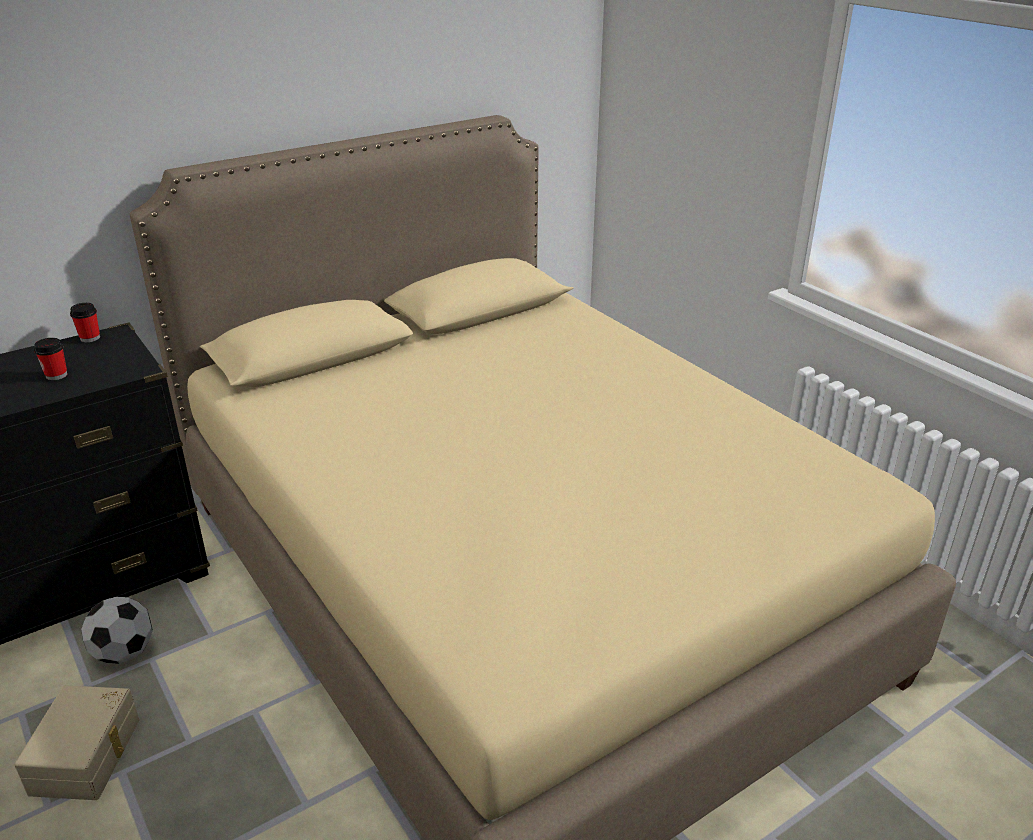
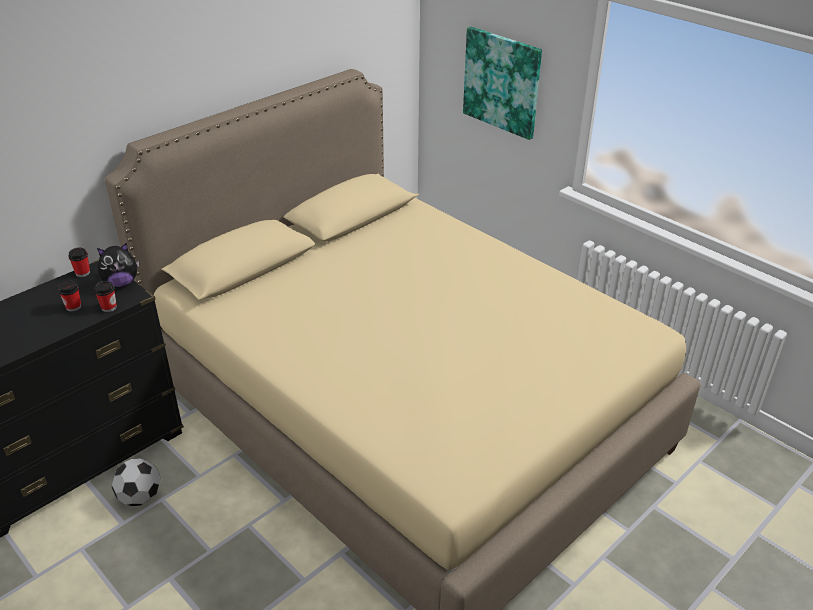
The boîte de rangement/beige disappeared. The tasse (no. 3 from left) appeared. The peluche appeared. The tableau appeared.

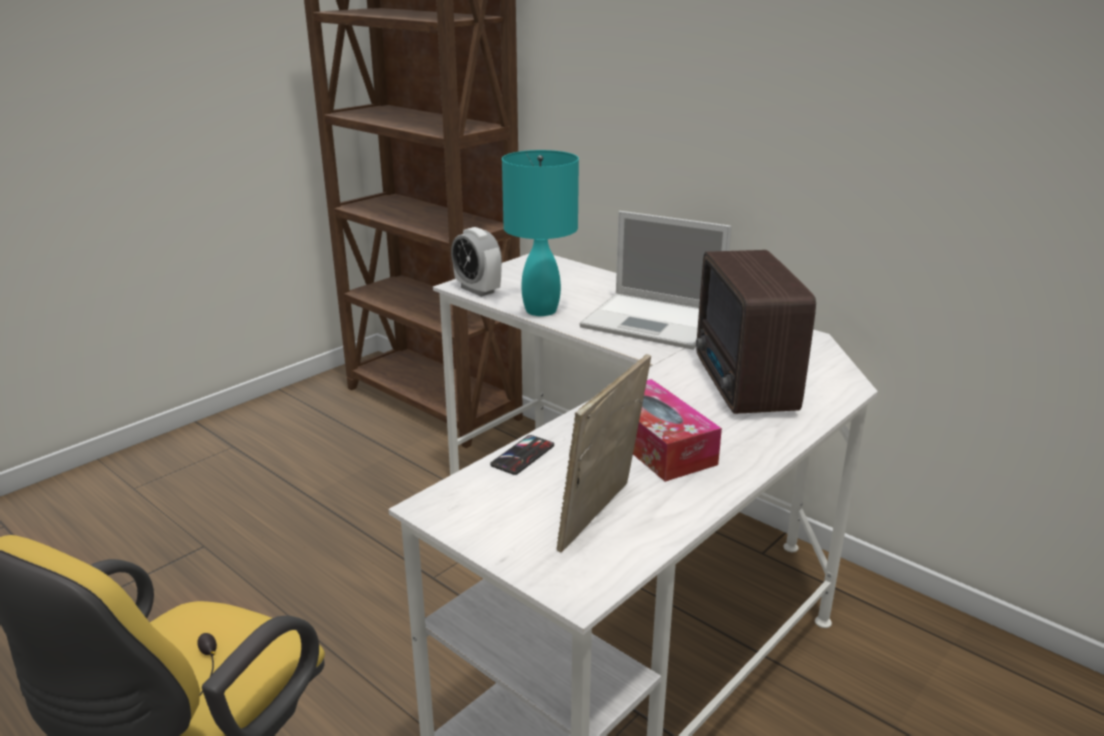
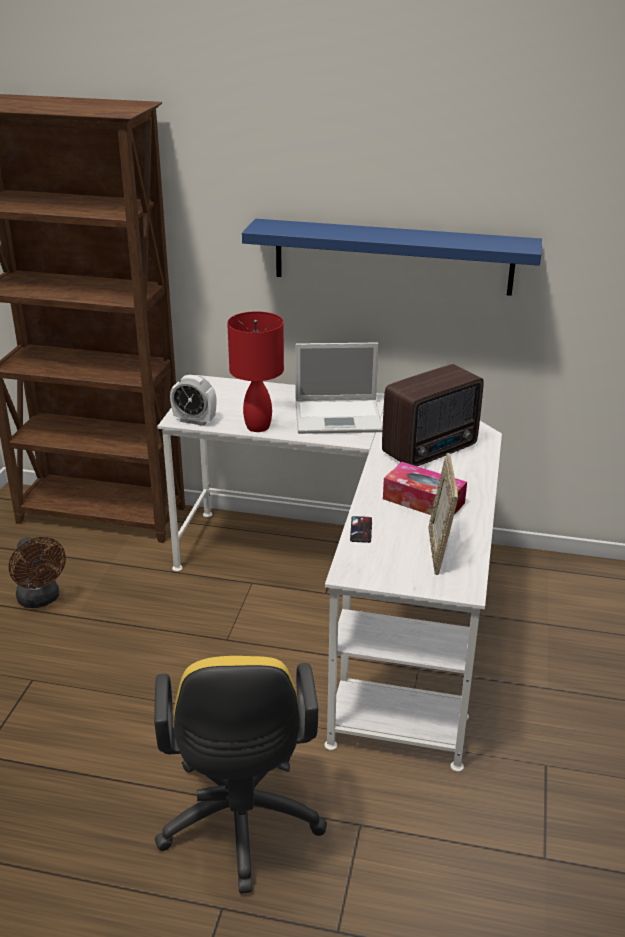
The lampe de table/turquoise became the lampe de table/rouge. The radio turned 90 degrees counterclockwise. The ventilateur/marron appeared. The étagère/bleu appeared.

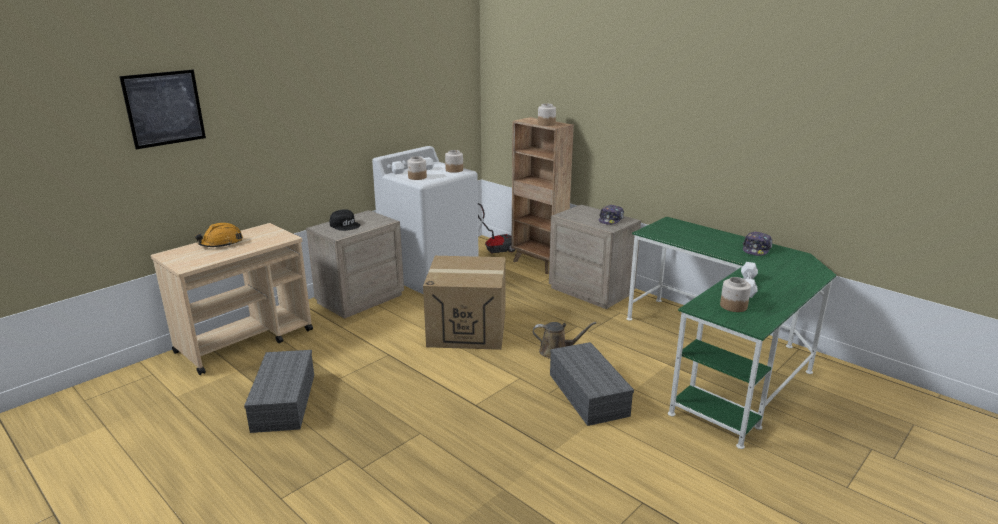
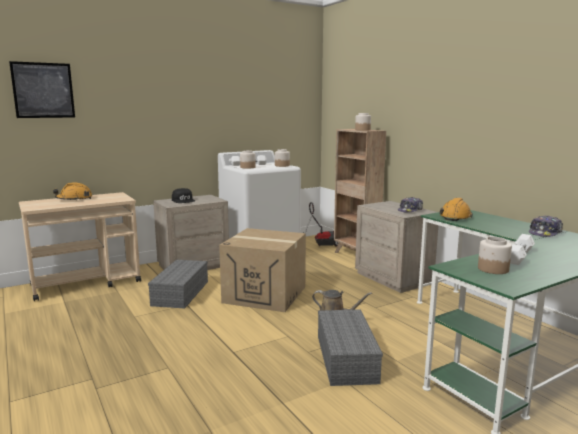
The boîte de rangement/gris (no. 1 from left) moved. The casque de chantier/orange (no. 2 from left) appeared.

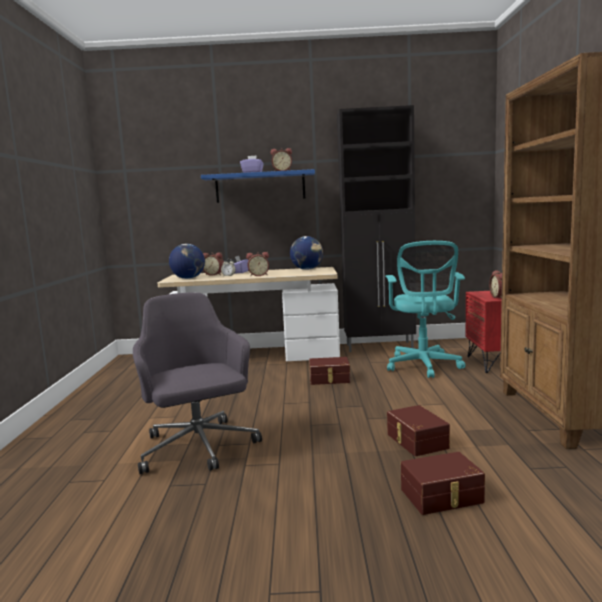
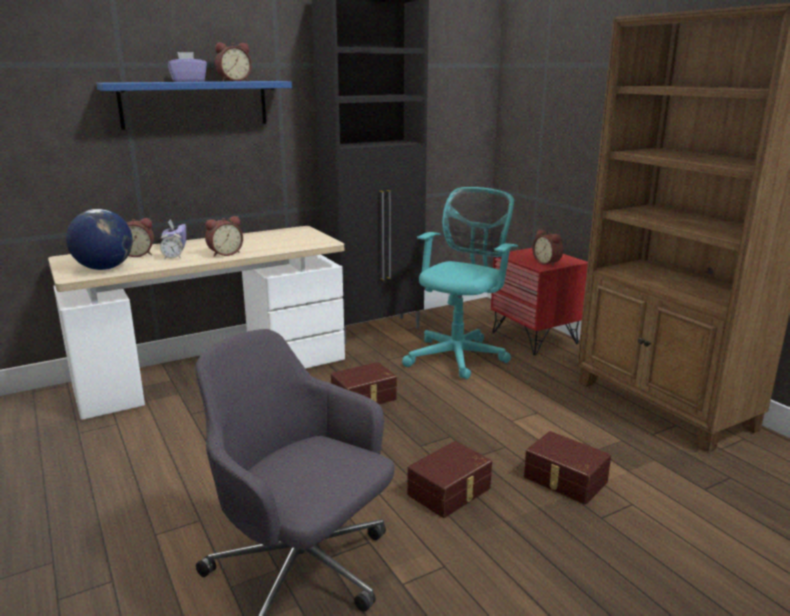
The globe (no. 2 from left) disappeared. The chaise de bureau/turquoise turned 120 degrees counterclockwise. The boîte de rangement/marron (no. 3 from left in the first image) moved.

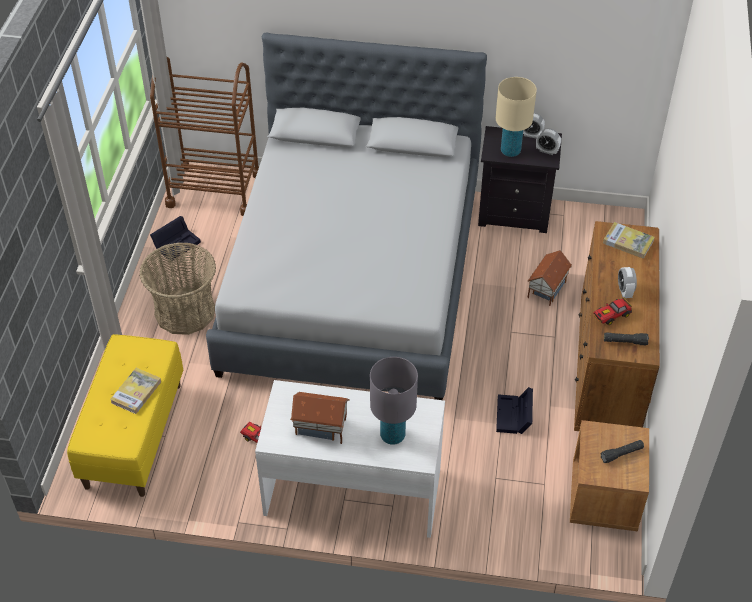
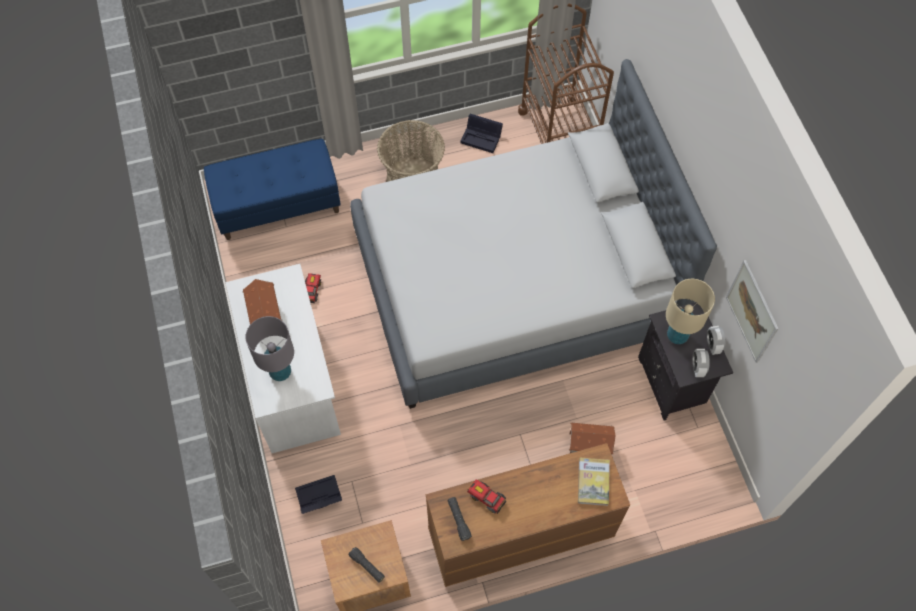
The banc/jaune became the banc/bleu. The livre (no. 1 from left) disappeared. The boîte de rangement/noir (no. 2 from left in the first image) moved. The réveil (no. 3 from left) disappeared. The tableau appeared.

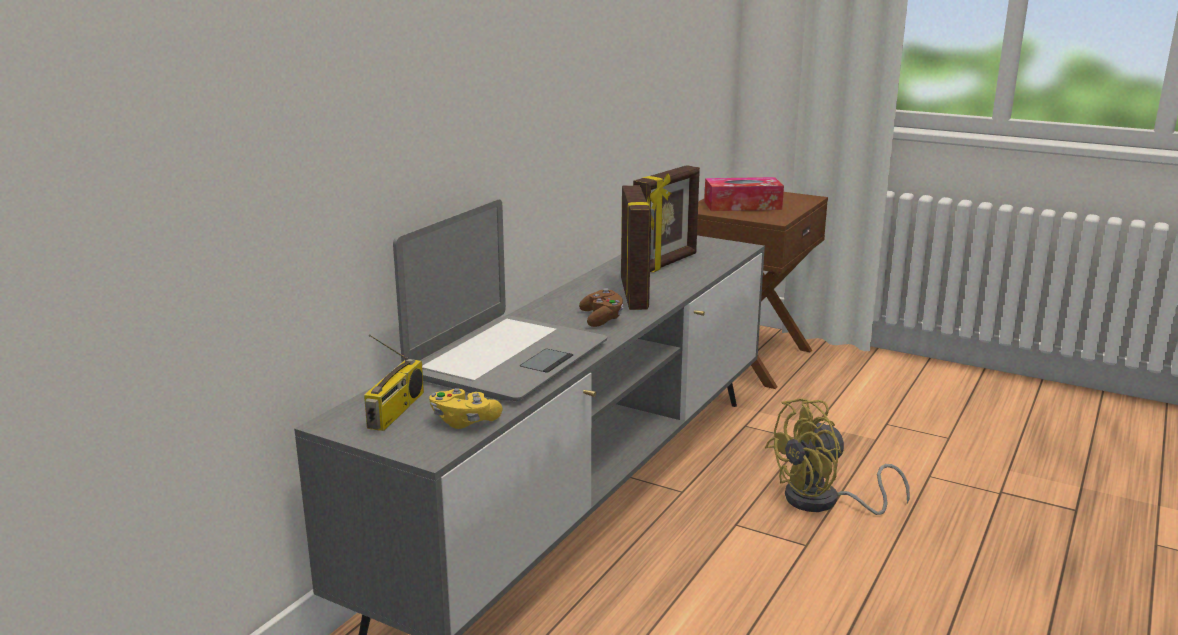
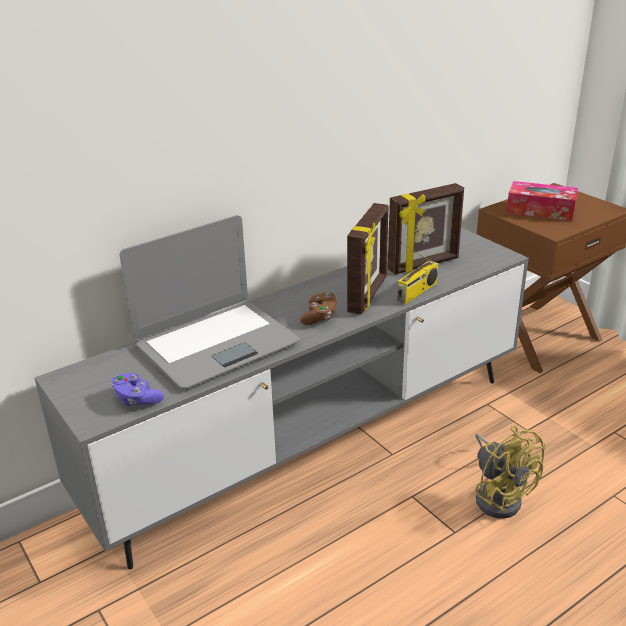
The radio moved. The manette/jaune became the manette/violet. The ventilateur/jaune turned 120 degrees counterclockwise.

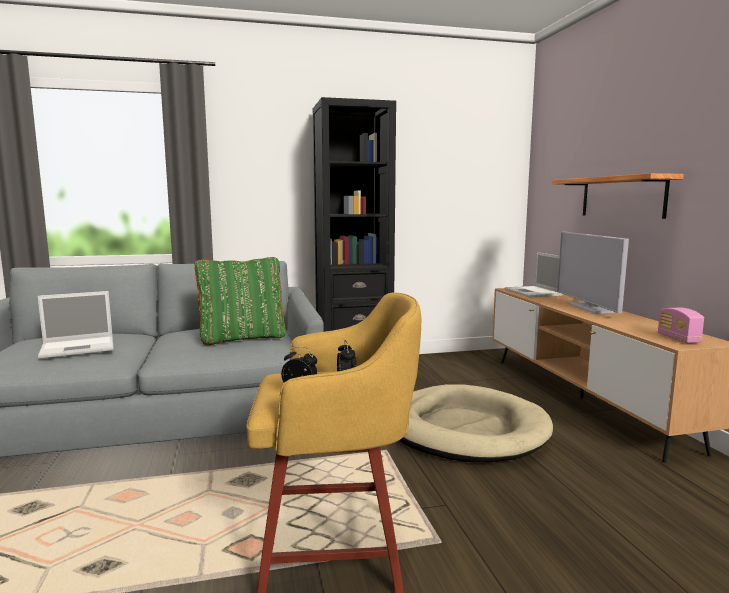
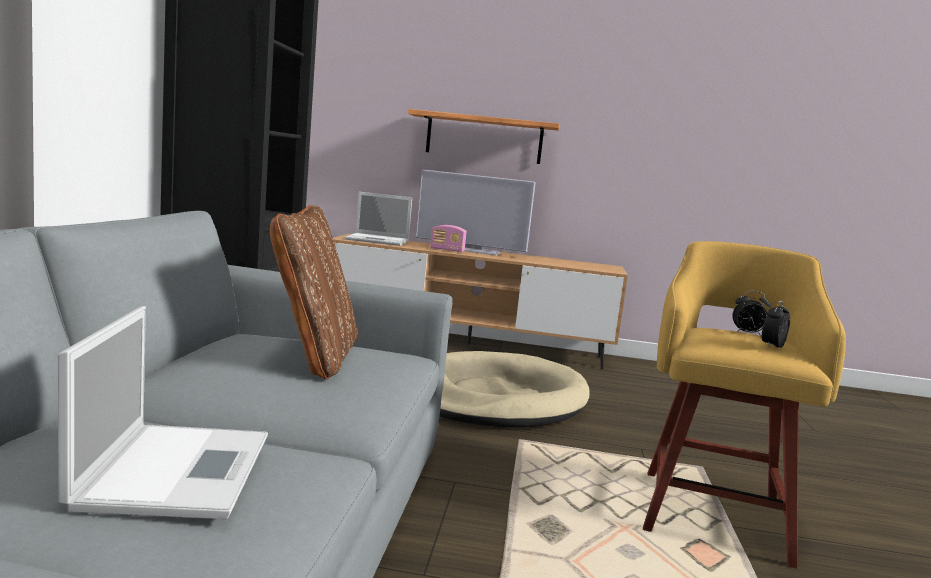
The coussin/vert became the coussin/marron. The radio moved.

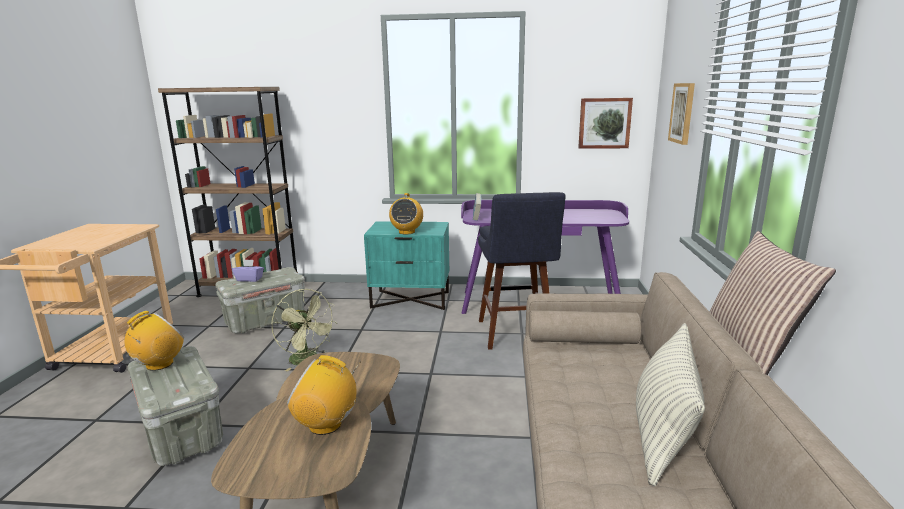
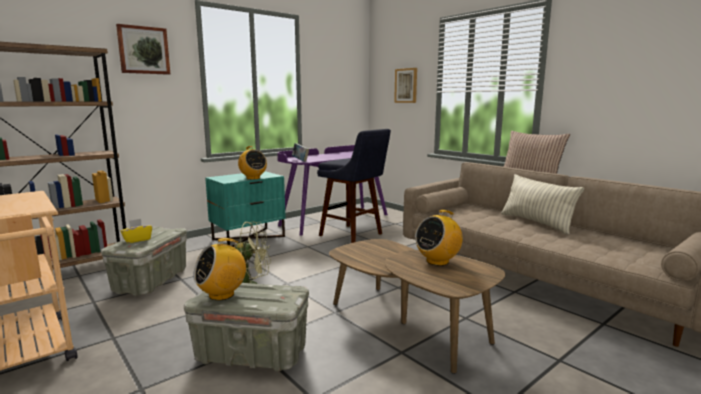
The radio (no. 1 from left) turned 120 degrees counterclockwise. The boîte à mouchoirs/violet became the boîte à mouchoirs/jaune. The tableau (no. 1 from left) moved.

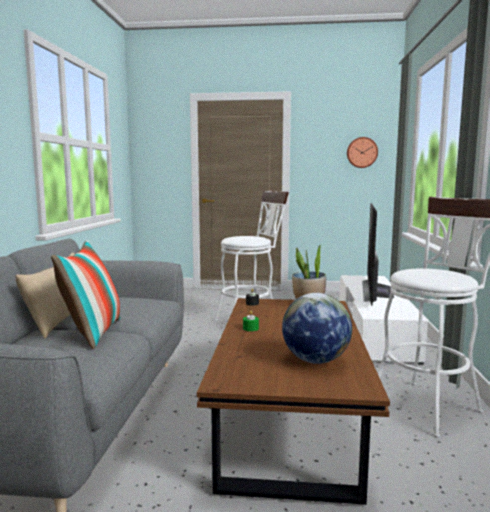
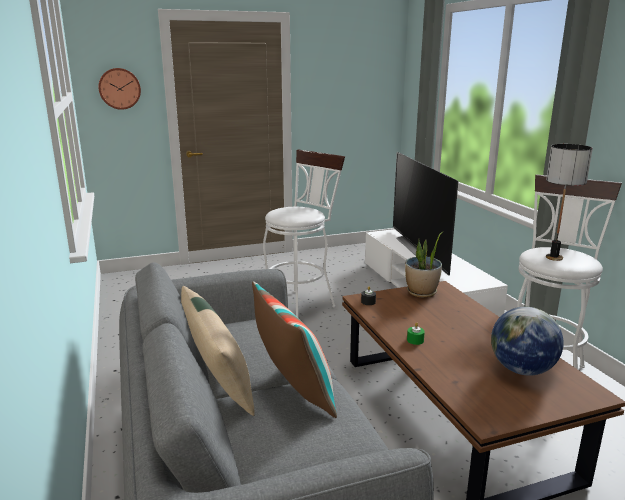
The horloge murale moved. The lampe de table appeared.

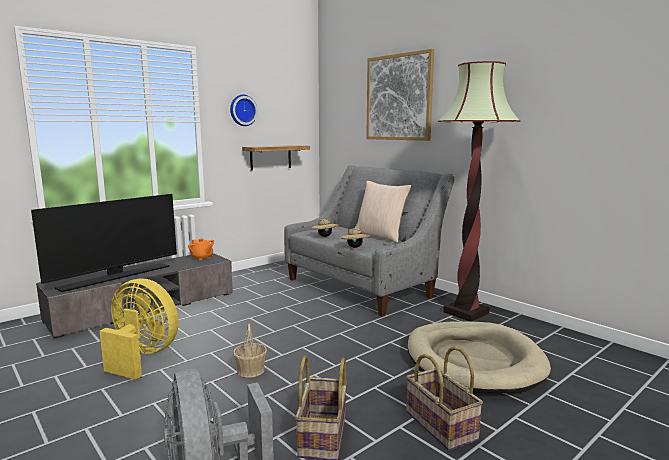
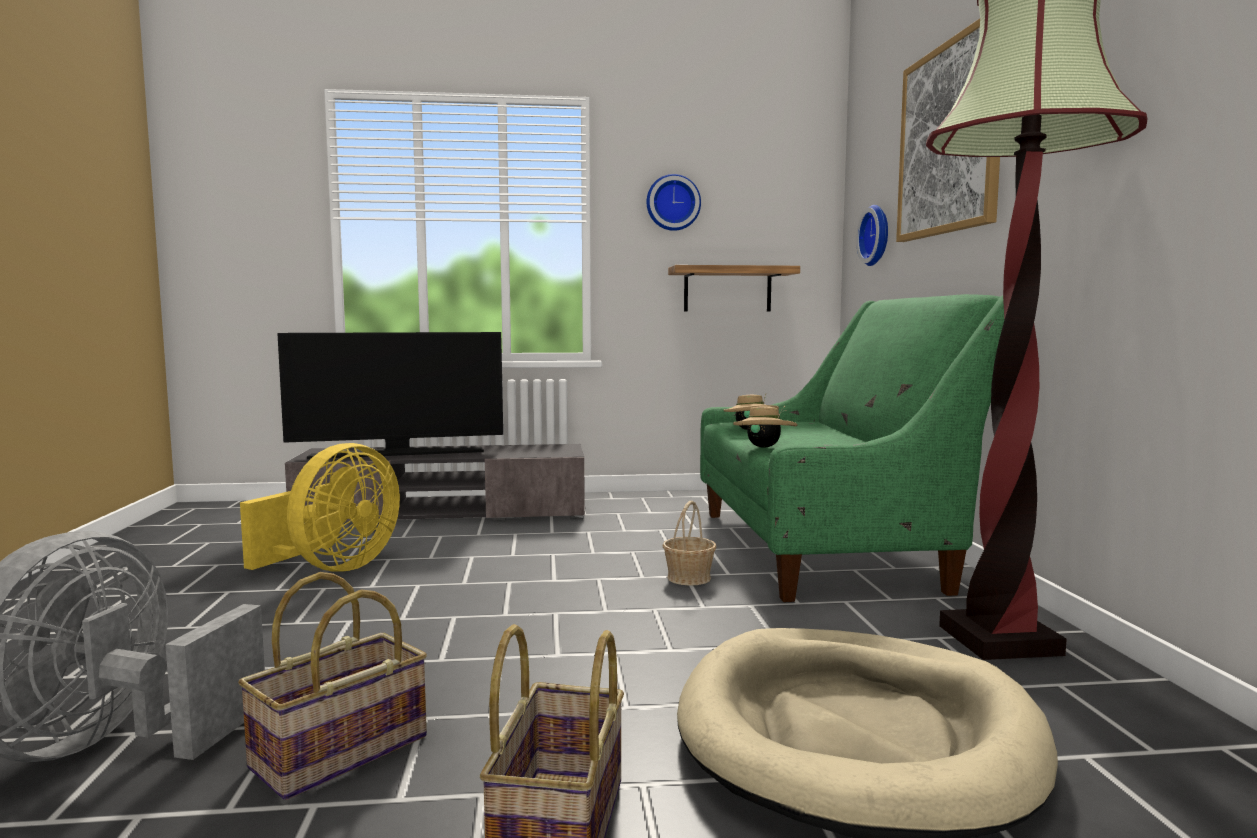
The ventilateur/jaune turned 60 degrees clockwise. The théière/orange disappeared. The panier (no. 1 from left in the first image) moved. The canapé/gris became the canapé/vert. The coussin/beige disappeared. The horloge murale (no. 2 from left) appeared.

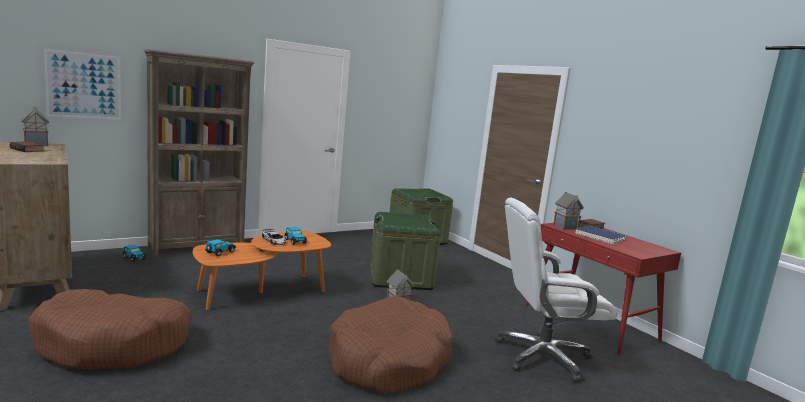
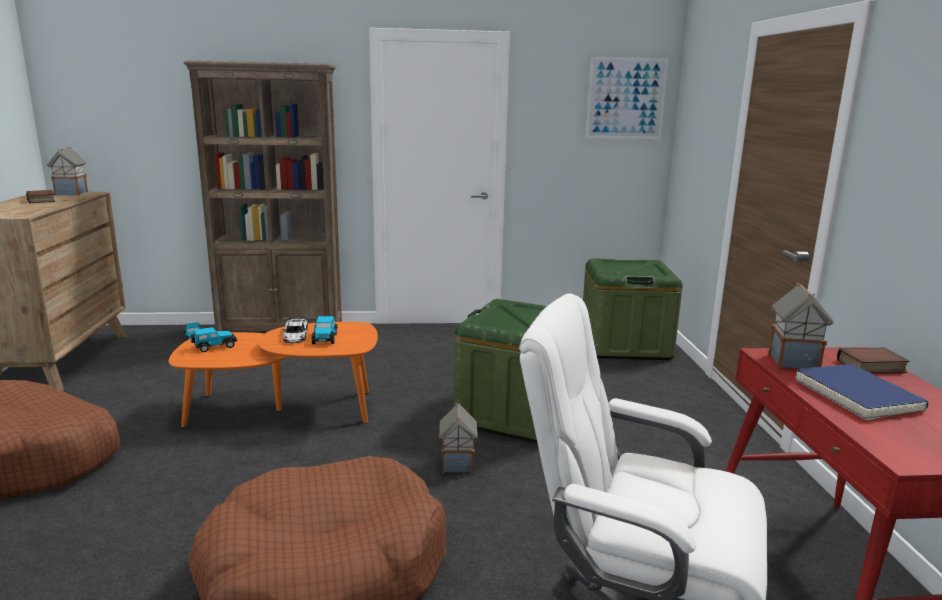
The tableau moved.

